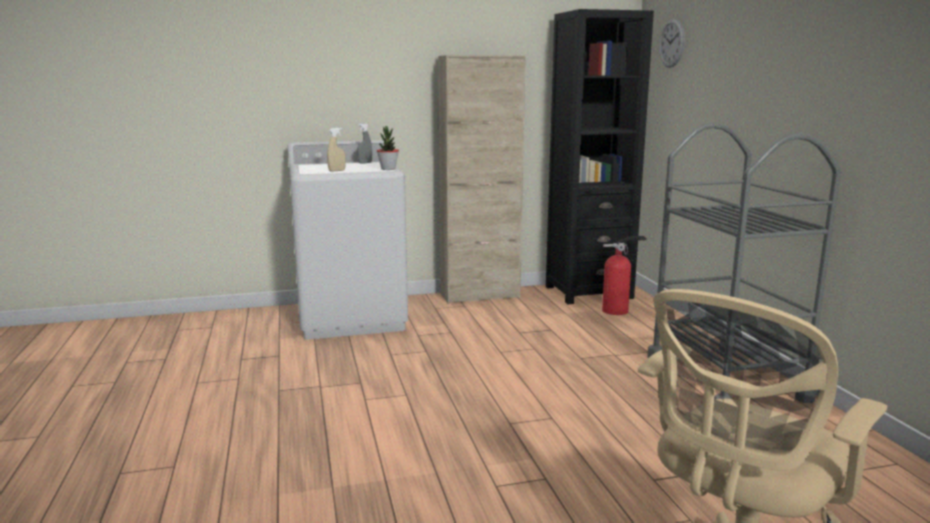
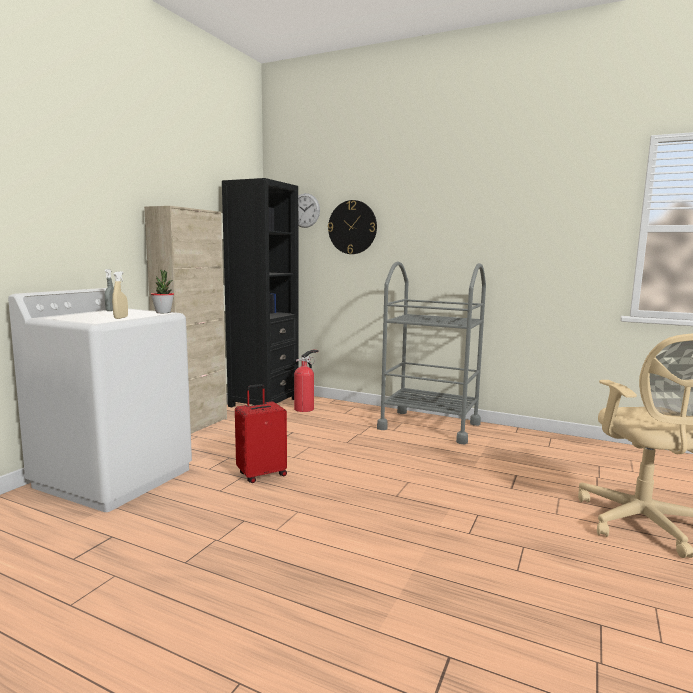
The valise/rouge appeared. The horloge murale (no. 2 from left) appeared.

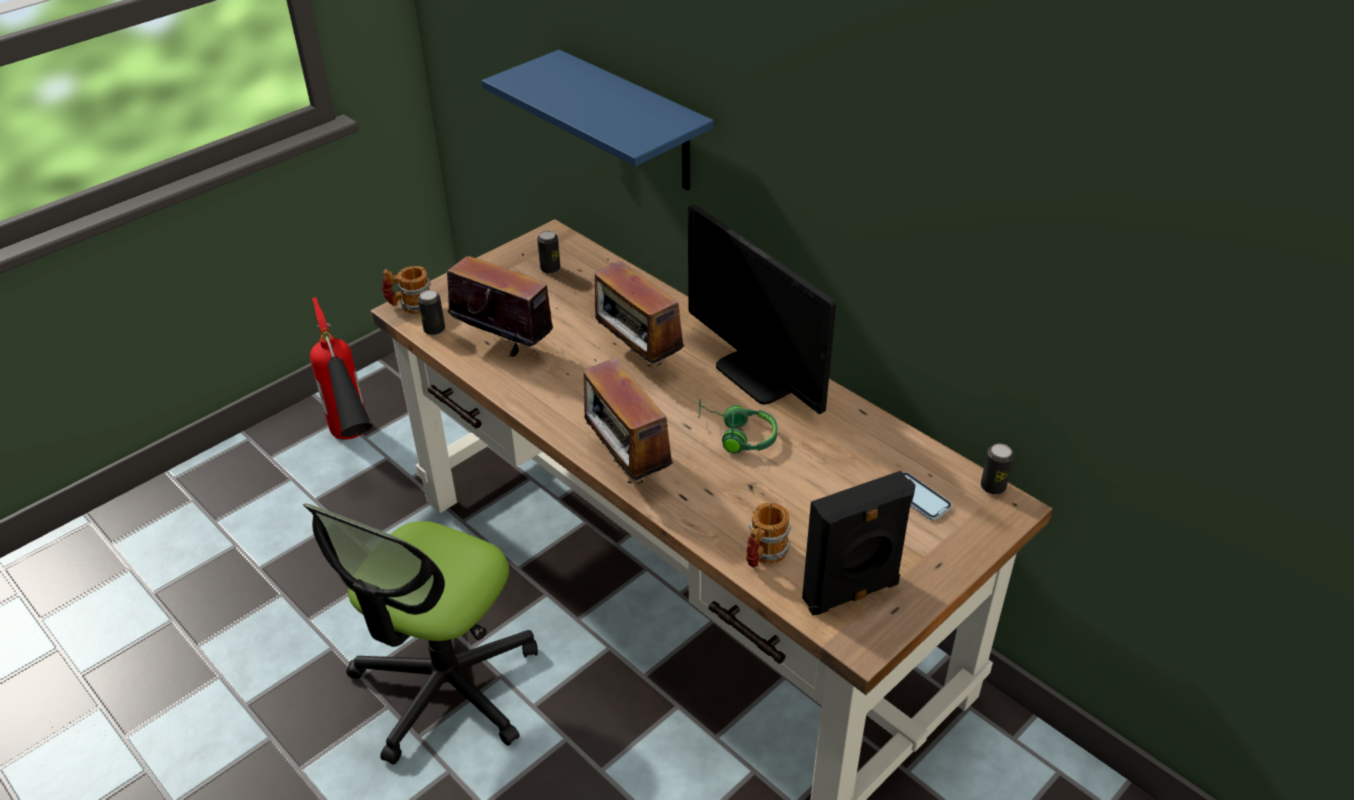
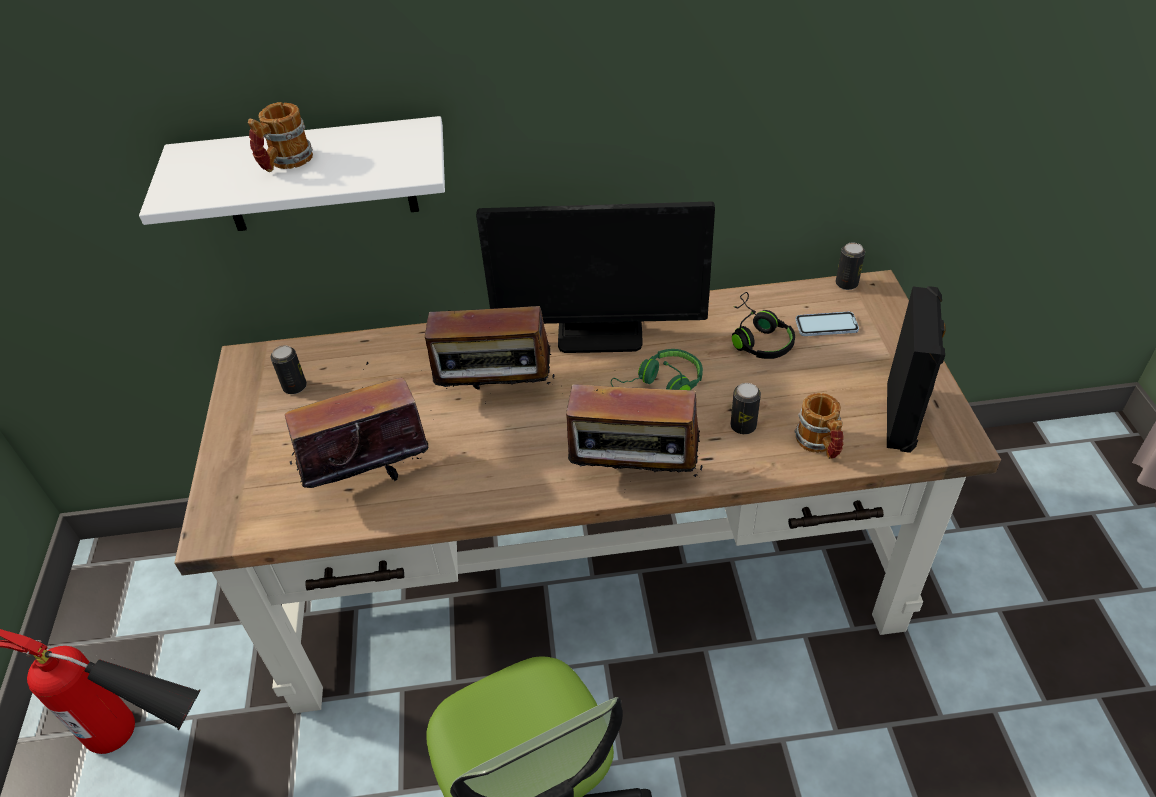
The mug (no. 1 from left) moved. The boîte métallique (no. 1 from left in the first image) moved. The étagère/bleu became the étagère/blanc. The casque audio/noir appeared.

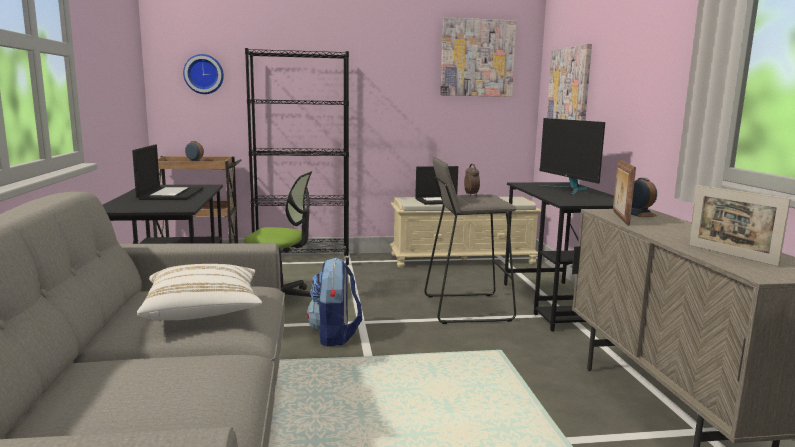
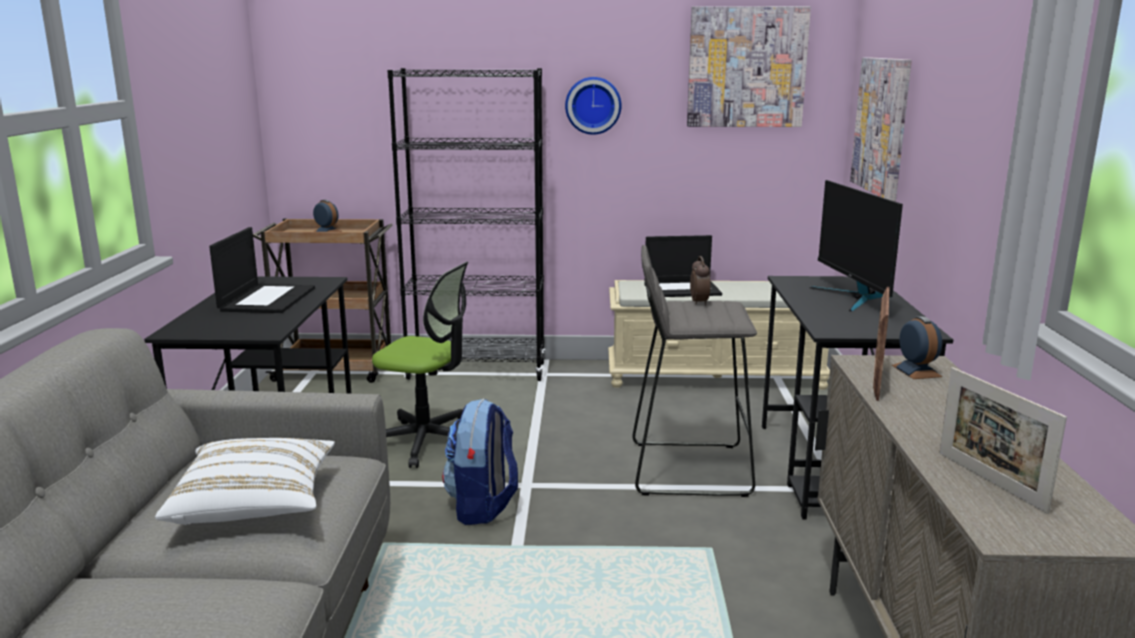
The horloge murale moved.

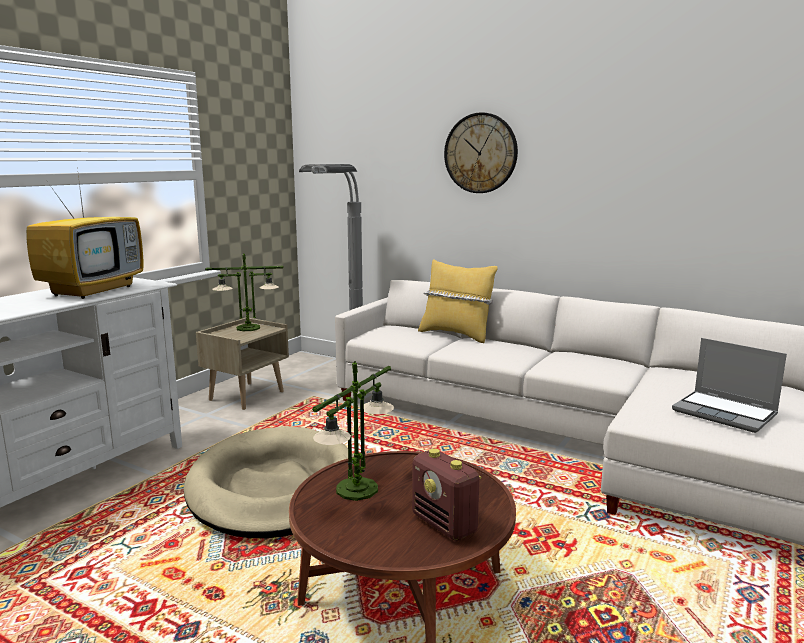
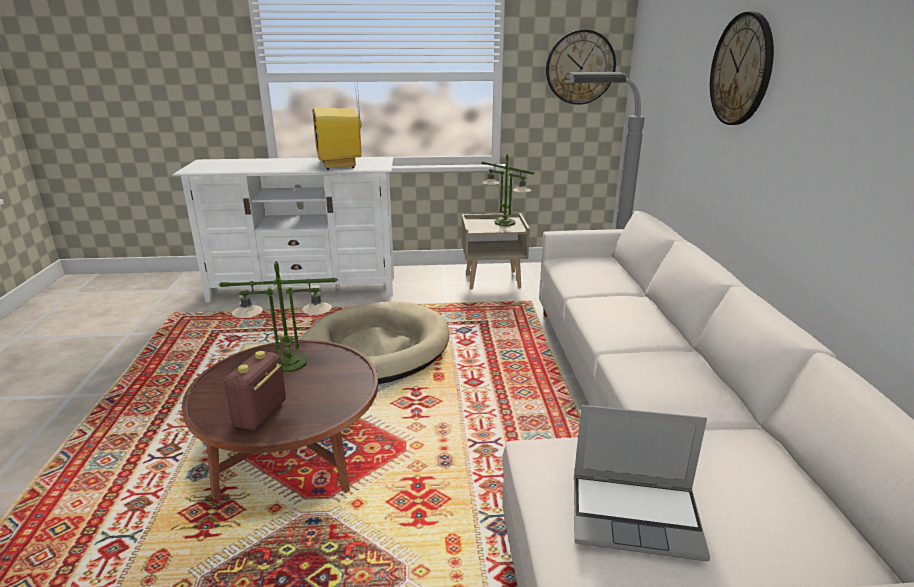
The téléviseur turned 90 degrees clockwise. The coussin/jaune disappeared. The ordinateur portable turned 90 degrees counterclockwise. The horloge murale (no. 1 from left) appeared.

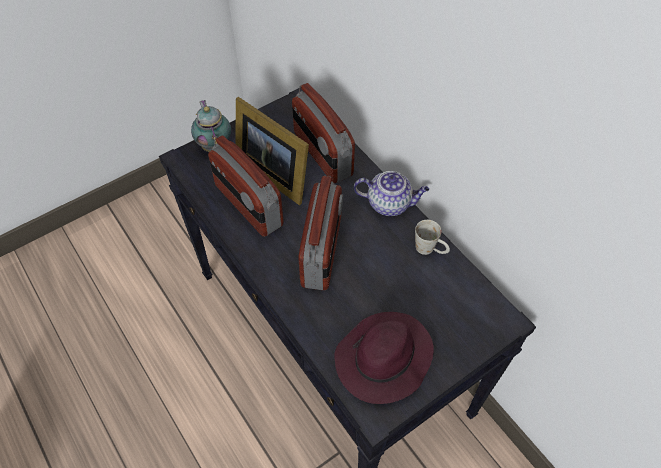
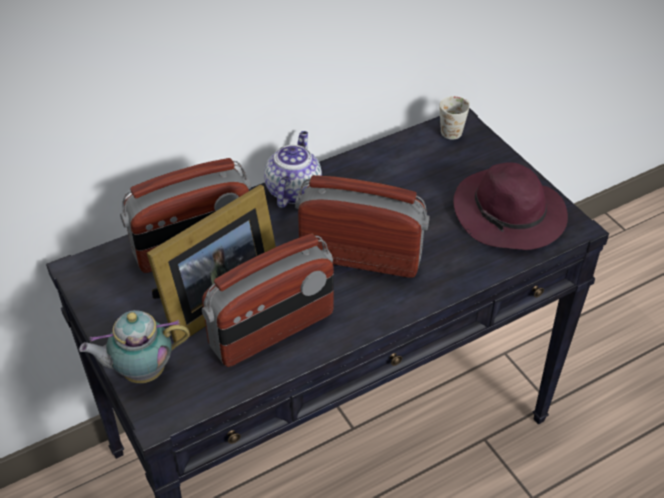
The mug/blanc moved.

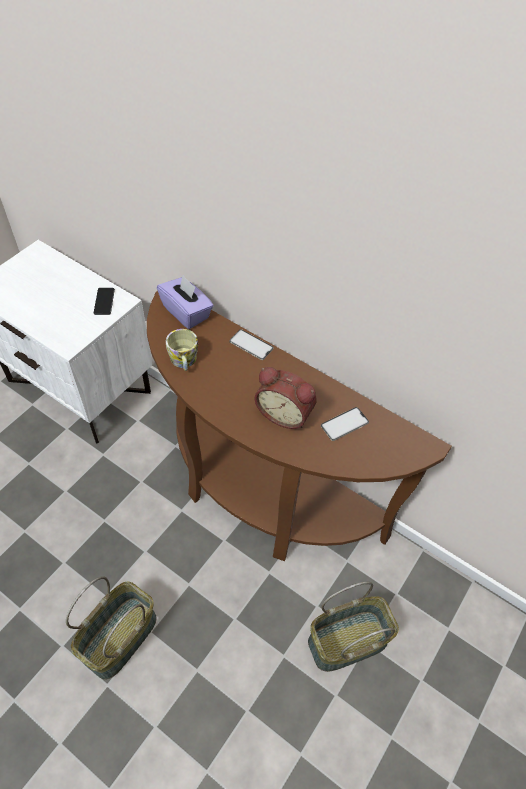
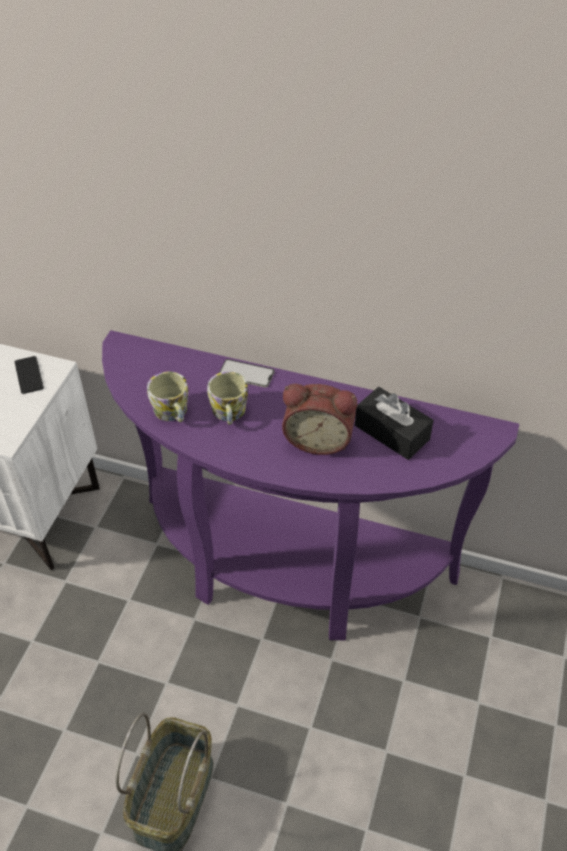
The table console/marron became the table console/violet. The boîte à mouchoirs/violet disappeared. The panier (no. 2 from left) disappeared. The téléphone (no. 3 from left) was replaced by the boîte à mouchoirs/noir. The mug (no. 2 from left) appeared.

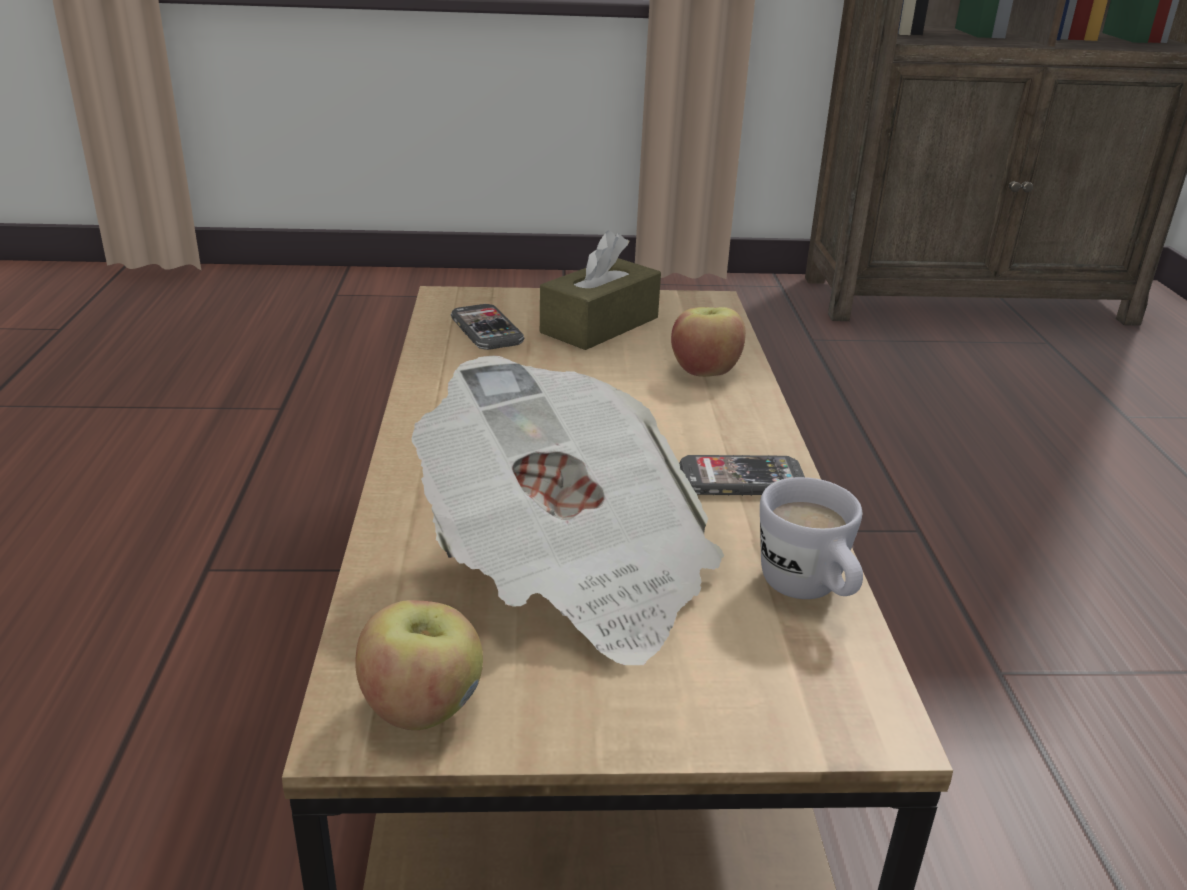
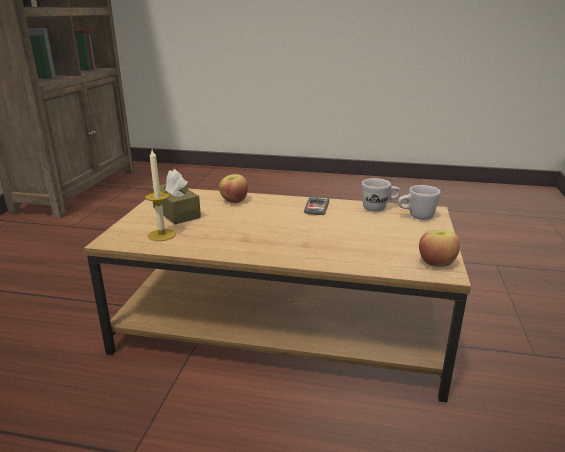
The journal disappeared. The téléphone (no. 1 from left) was replaced by the bougie. The mug/blanc (no. 2 from left) appeared.

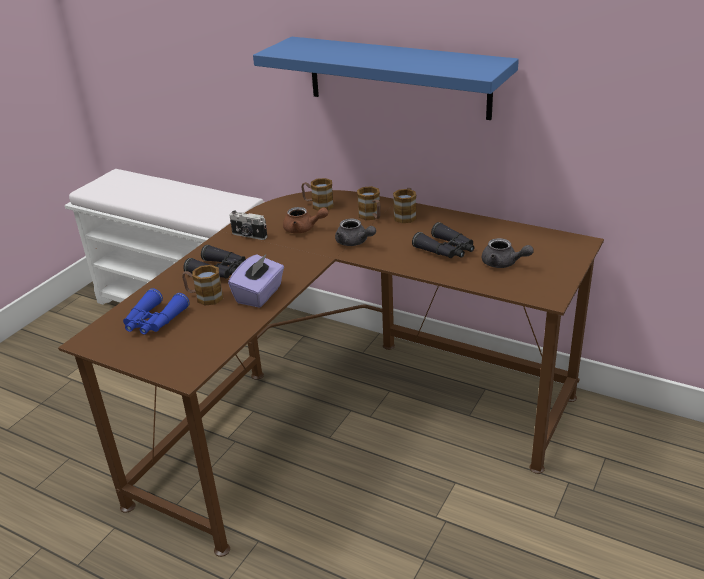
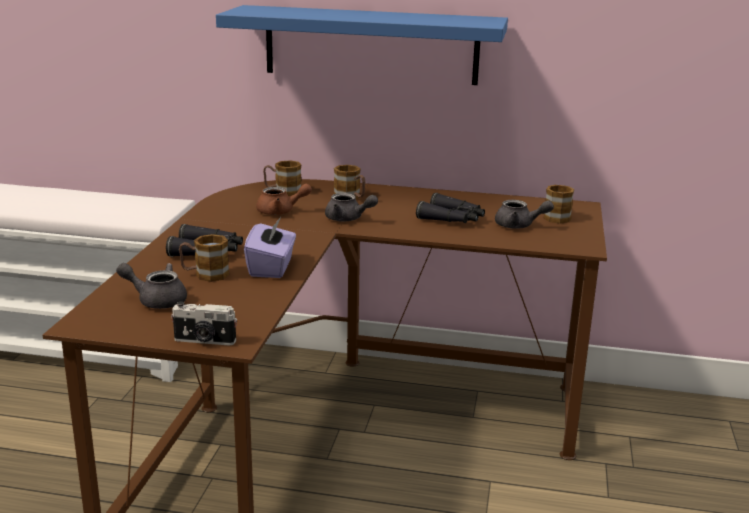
The jumelles/bleu was replaced by the théière/gris (no. 1 from left). The appareil photo moved. The mug (no. 4 from left) moved.

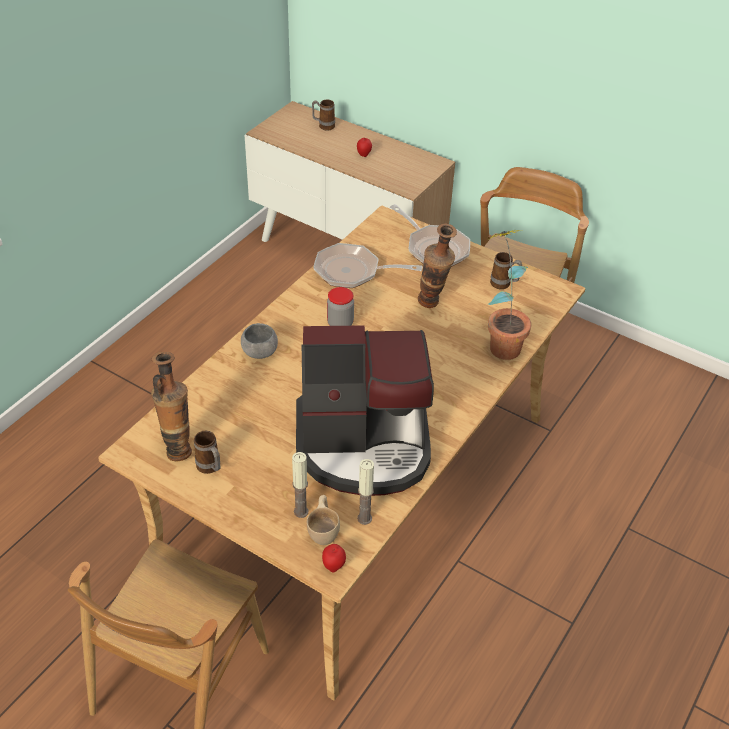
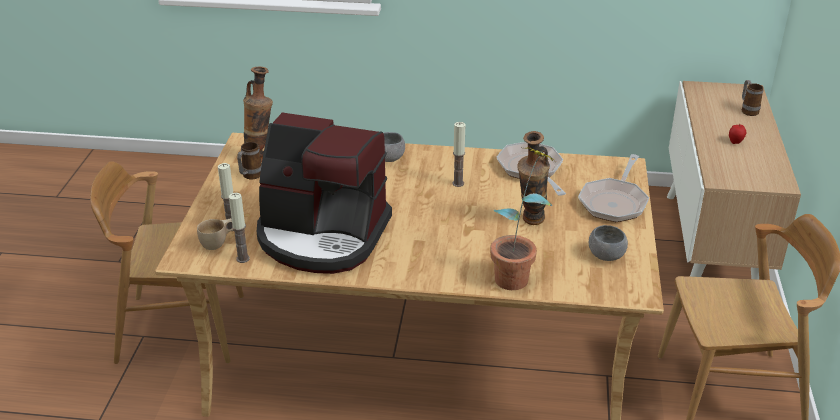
The machine à café turned 45 degrees counterclockwise. The pomme (no. 1 from left) disappeared. The bocal was replaced by the bougie (no. 3 from left). The mug (no. 3 from left) was replaced by the bol/gris (no. 2 from left).

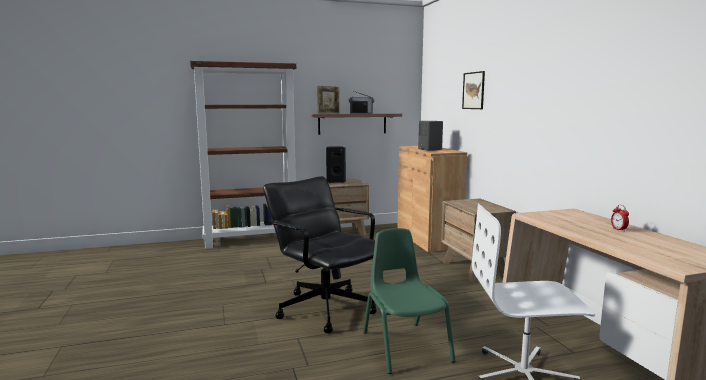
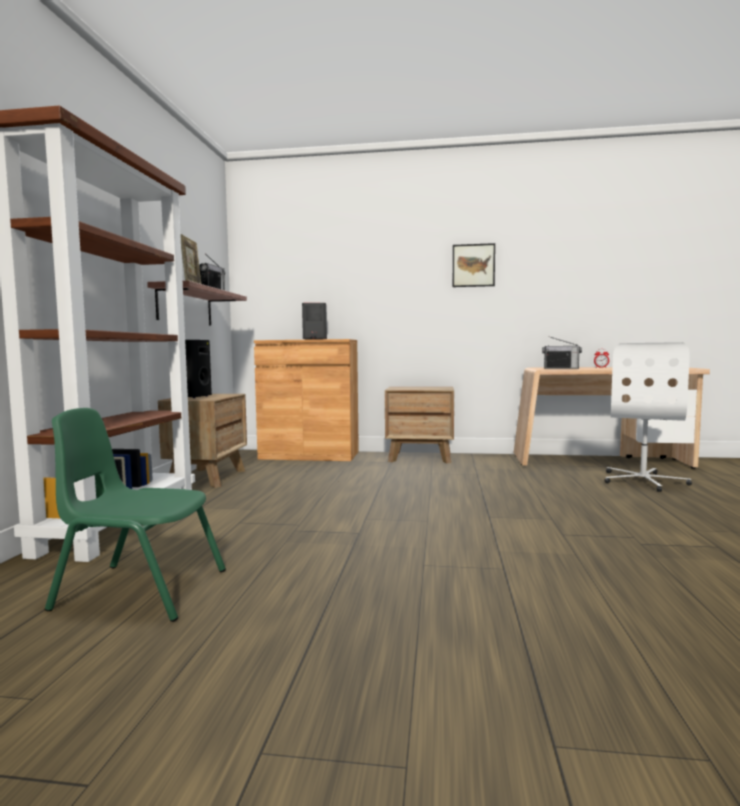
The chaise de bureau/noir disappeared. The chaise/vert moved. The tableau moved. The radio (no. 2 from left) appeared.

